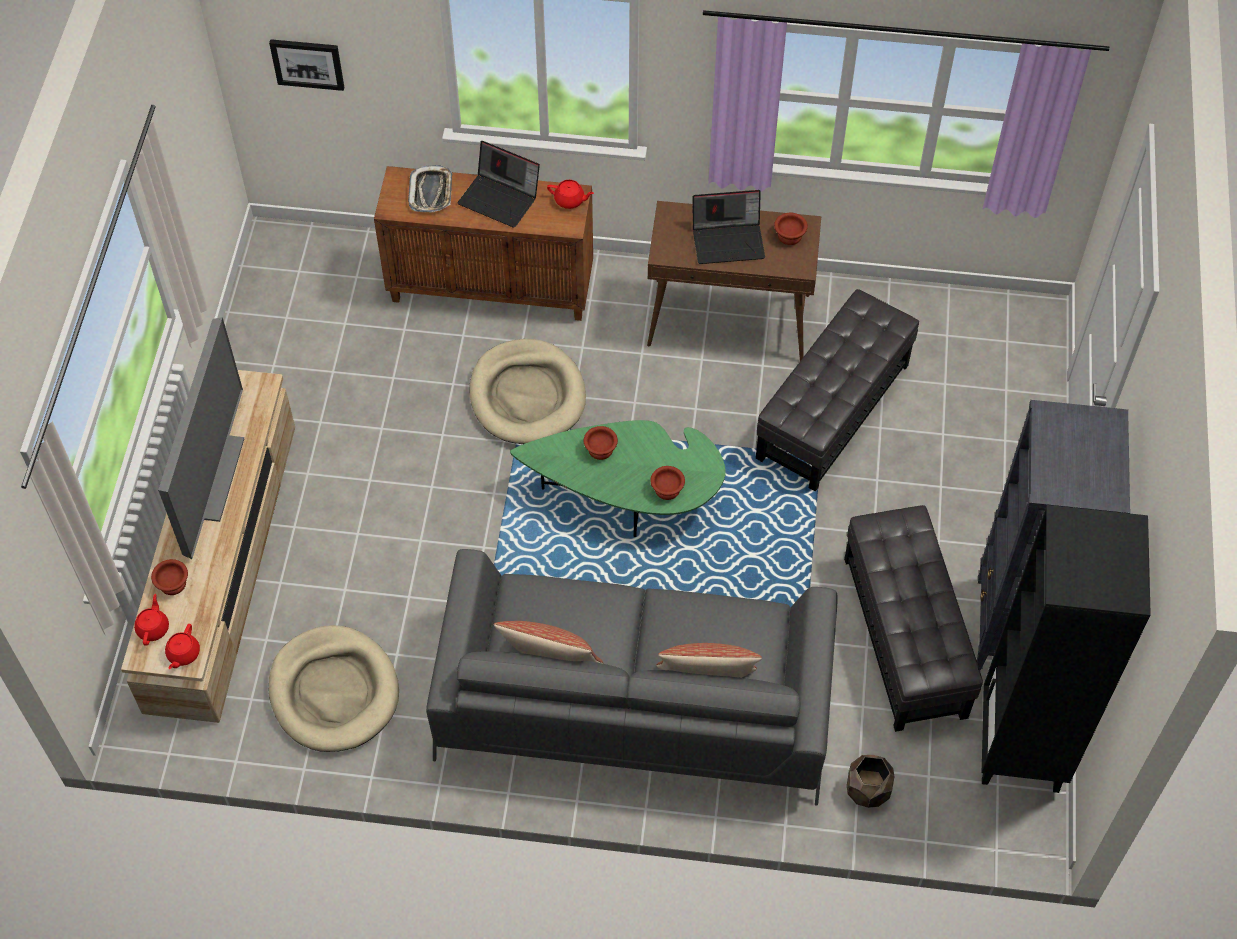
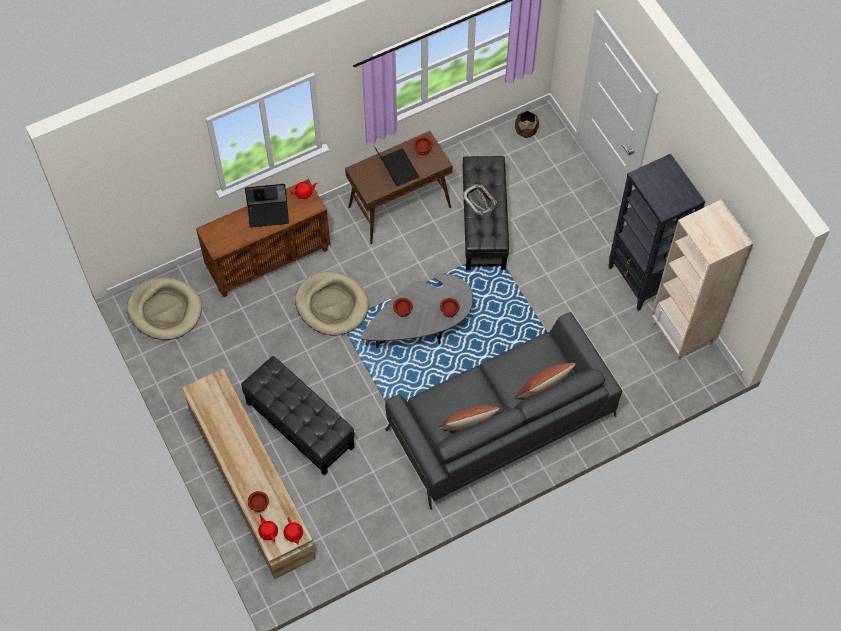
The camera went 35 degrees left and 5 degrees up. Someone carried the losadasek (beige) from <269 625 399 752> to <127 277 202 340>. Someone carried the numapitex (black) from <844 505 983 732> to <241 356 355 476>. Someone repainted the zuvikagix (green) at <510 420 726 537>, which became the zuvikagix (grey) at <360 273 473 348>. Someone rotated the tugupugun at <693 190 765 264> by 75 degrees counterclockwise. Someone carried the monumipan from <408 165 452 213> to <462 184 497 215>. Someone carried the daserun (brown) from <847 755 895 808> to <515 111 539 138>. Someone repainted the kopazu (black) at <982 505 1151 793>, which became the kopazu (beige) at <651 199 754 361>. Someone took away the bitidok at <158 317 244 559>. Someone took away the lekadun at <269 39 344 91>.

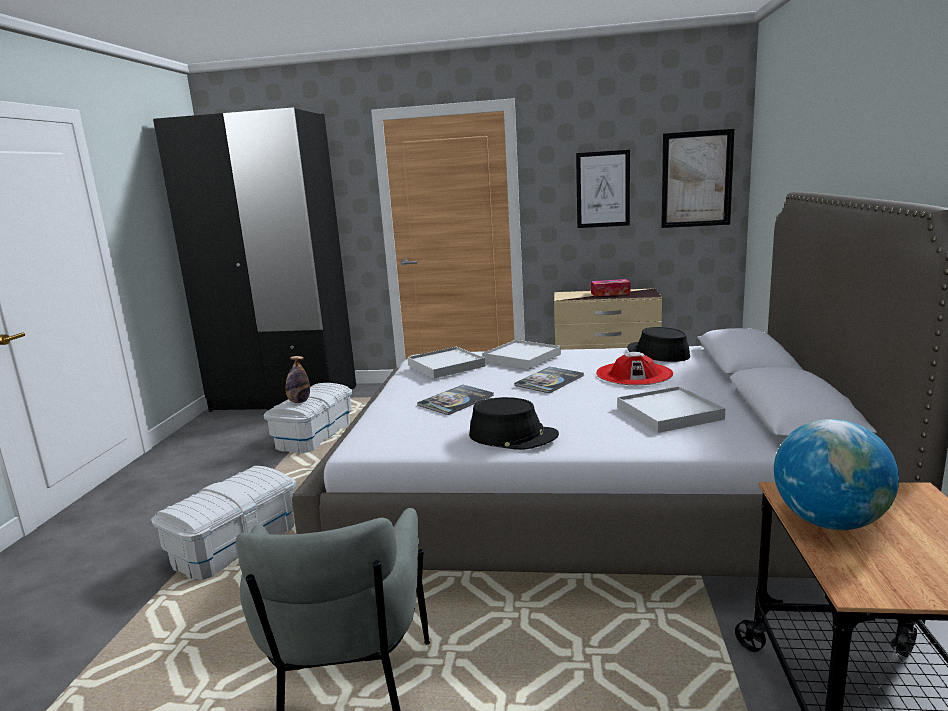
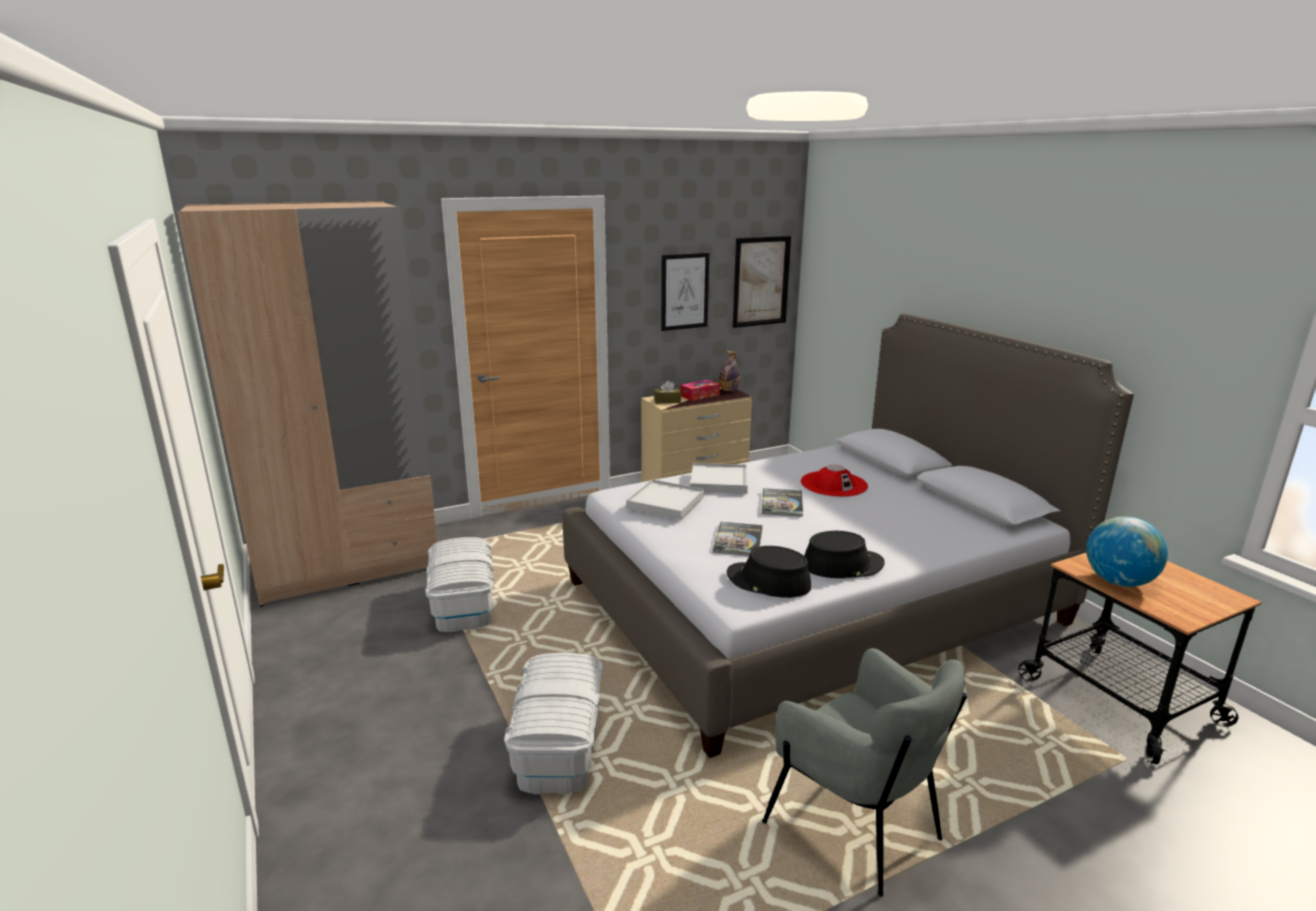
The camera went 35 degrees left and 5 degrees up. Someone repainted the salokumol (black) at <153 107 356 412>, which became the salokumol (beige) at <177 201 437 607>. Someone put down the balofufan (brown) at <654 381 681 404>. Someone carried the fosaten from <286 356 310 403> to <719 351 740 391>. Someone carried the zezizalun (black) from <627 327 690 362> to <727 546 811 598>. Someone took away the monumipan (white) at <617 386 725 433>.

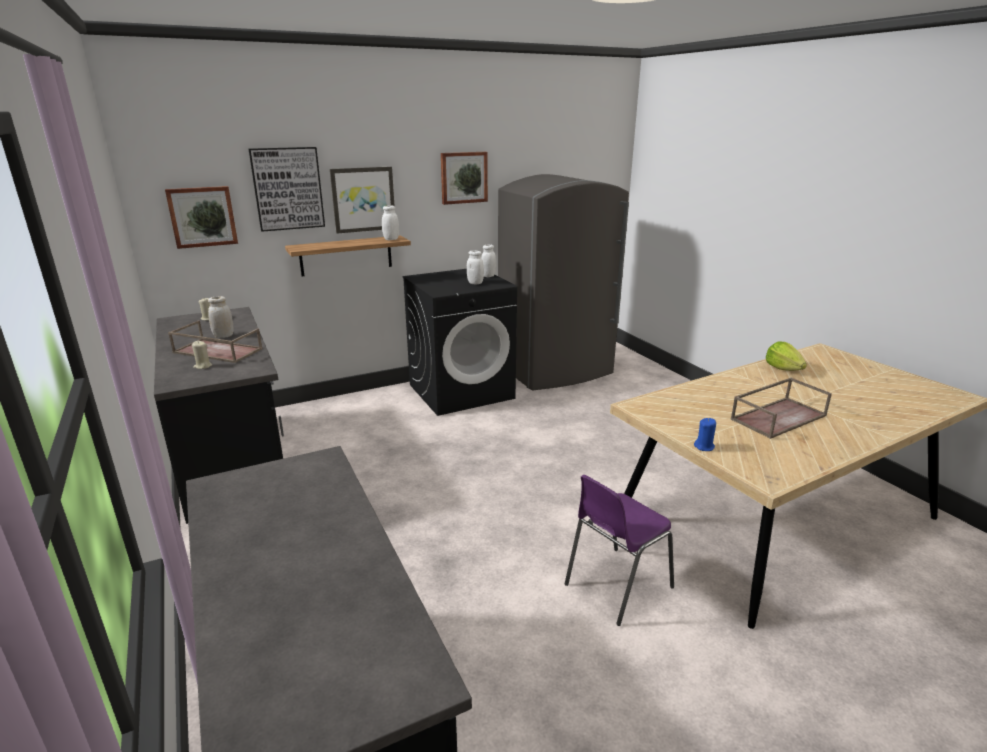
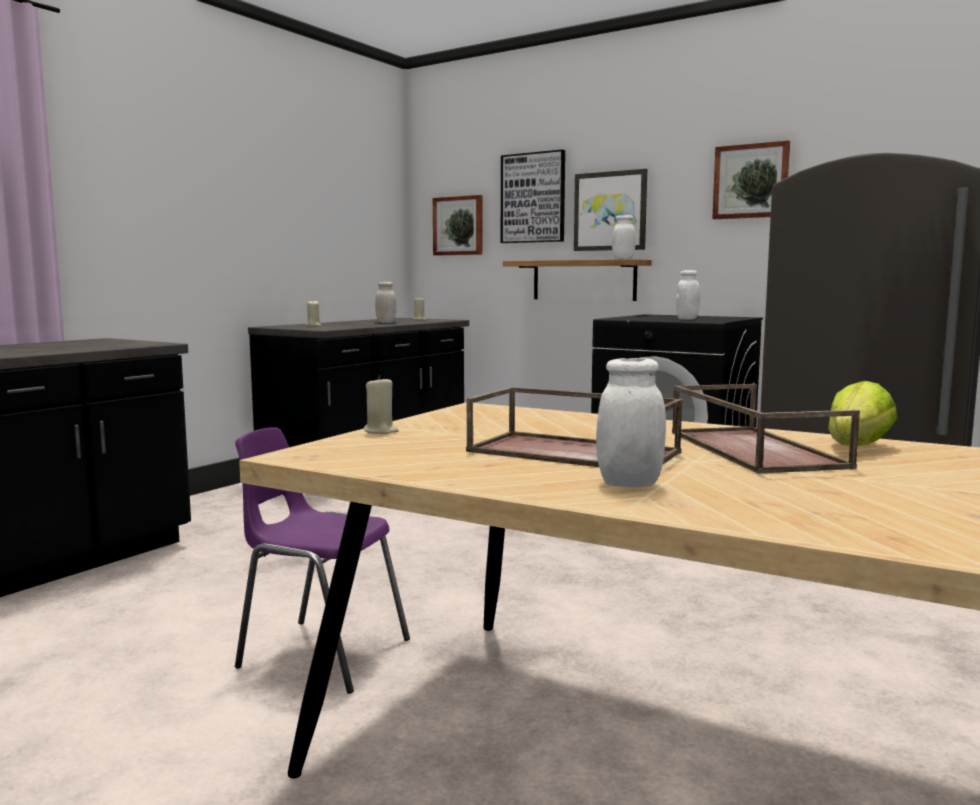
The camera went 60 degrees right and 15 degrees down. Someone repainted the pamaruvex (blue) at <694 418 716 451>, which became the pamaruvex (beige) at <364 376 399 434>. Someone carried the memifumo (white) from <481 244 496 277> to <596 358 666 488>. Someone carried the monumipan (brown) from <168 320 263 363> to <672 384 860 474>.

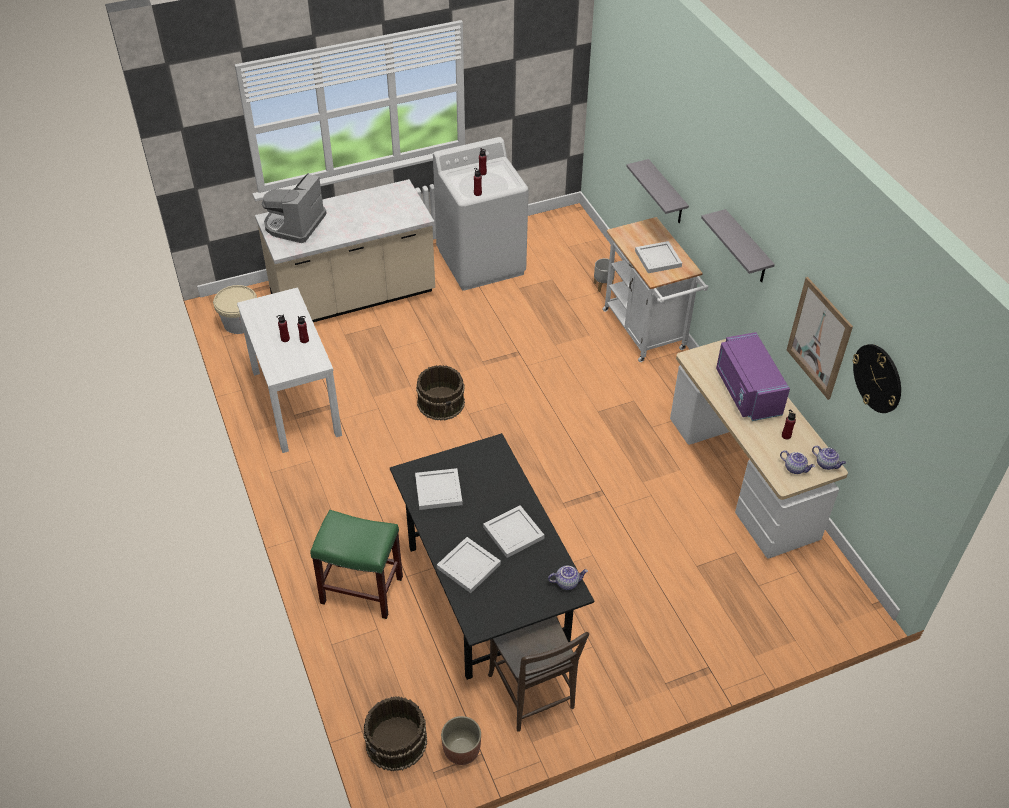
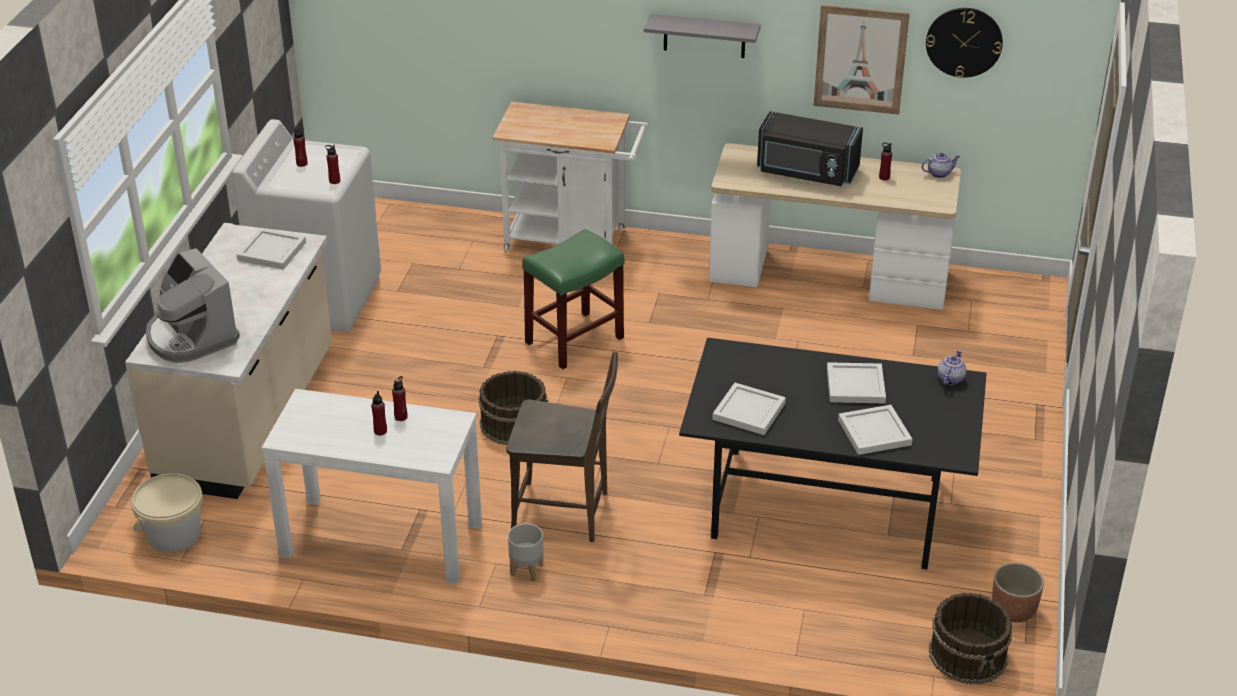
The camera went 55 degrees left and 10 degrees down. Someone carried the monumipan (white) from <635 241 682 273> to <237 228 306 270>. Someone carried the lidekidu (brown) from <488 616 589 732> to <506 351 618 542>. Someone carried the daserun (grey) from <594 258 615 292> to <508 523 544 581>. Someone carried the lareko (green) from <310 510 403 619> to <522 229 624 369>. Someone repainted the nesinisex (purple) at <716 332 790 421>, which became the nesinisex (black) at <757 111 863 186>. Someone took away the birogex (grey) at <626 159 689 223>. Someone took away the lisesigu at <780 450 815 474>.

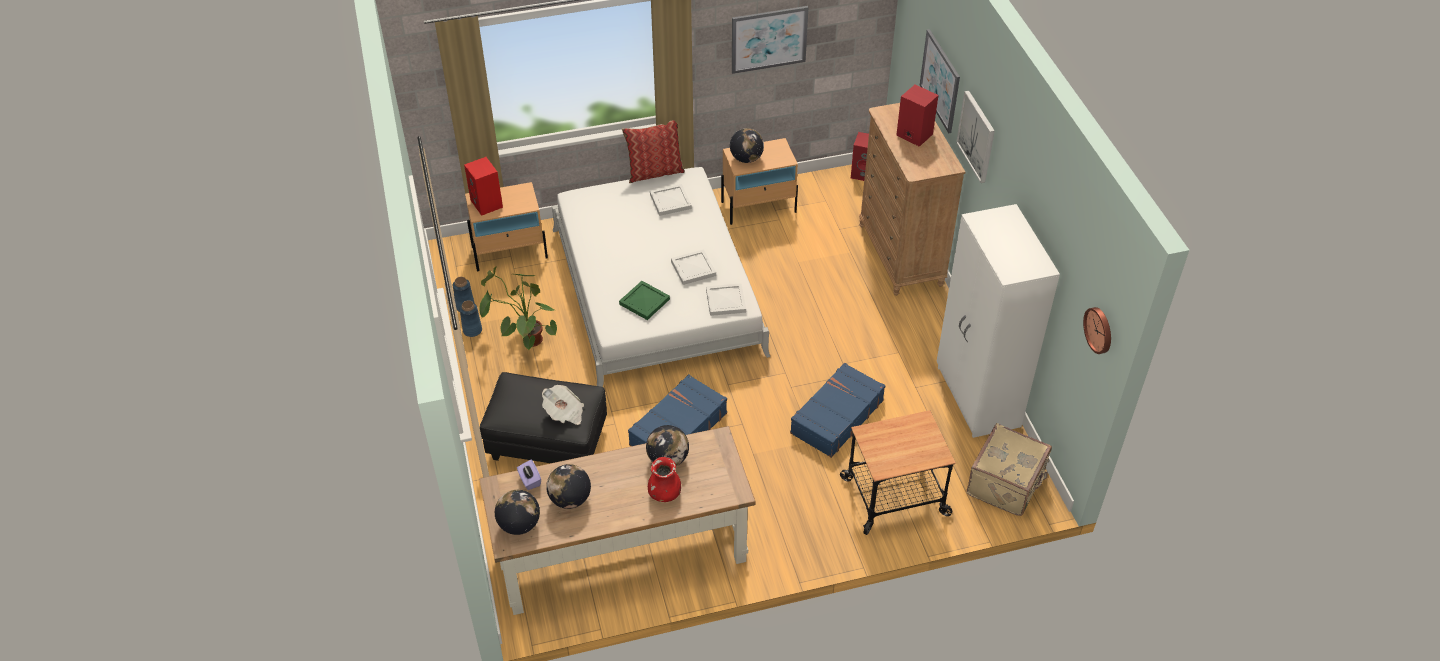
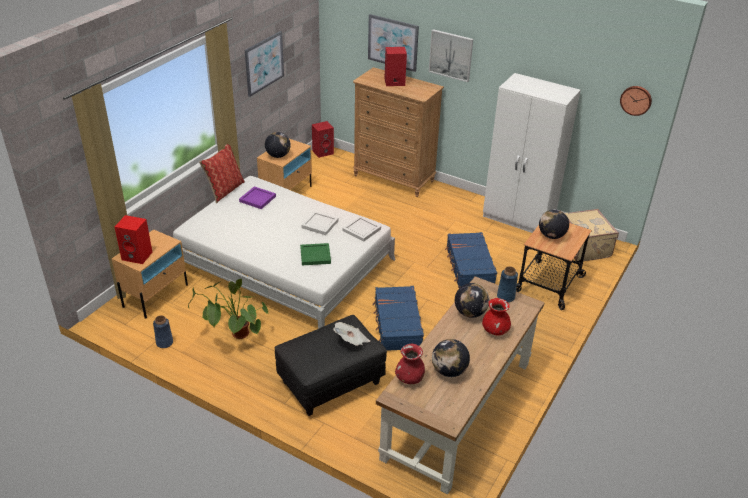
The camera went 45 degrees left and 10 degrees down. Someone repainted the monumipan (white) at <650 184 692 216>, which became the monumipan (purple) at <239 186 276 209>. Someone swapped the balofufan (purple) at <517 460 541 490> for the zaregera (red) at <395 344 425 384>. Someone carried the zaregera (blue) from <460 300 482 337> to <497 266 518 302>. Someone carried the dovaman from <495 490 540 535> to <539 209 569 239>.

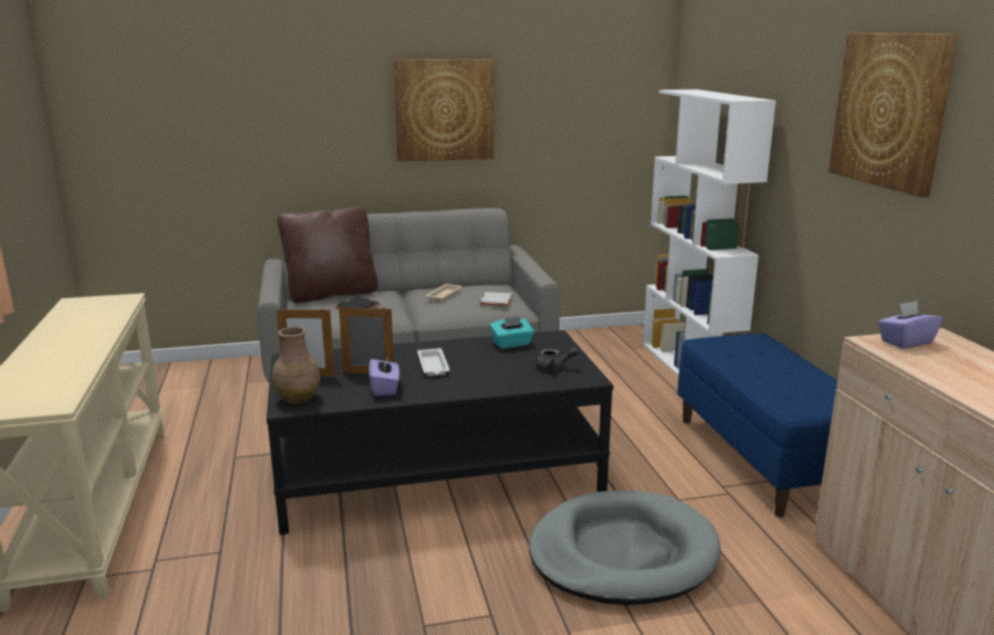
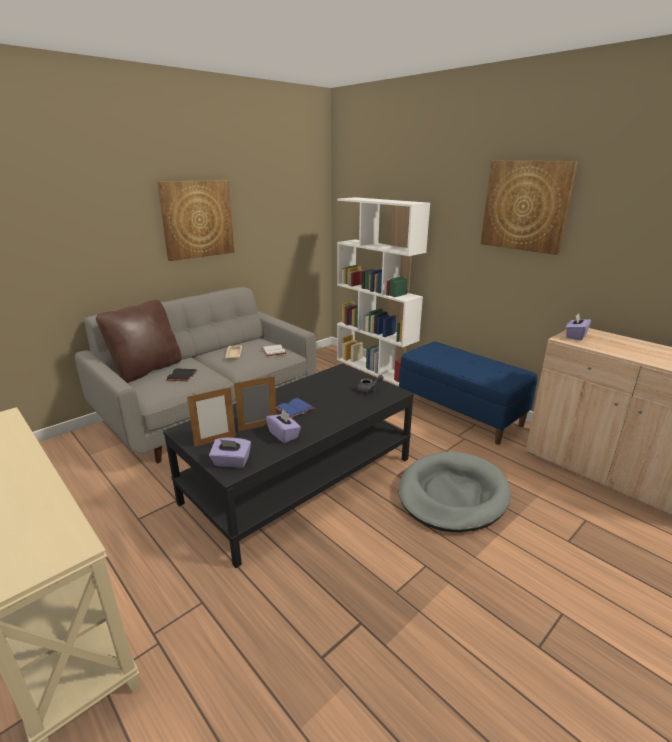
The camera went 30 degrees left and 5 degrees up. Someone swapped the zaregera (brown) at <272 327 320 404> for the balofufan (purple) at <209 438 251 468>. Someone swapped the monumipan (white) at <417 348 450 376> for the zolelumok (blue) at <276 398 315 419>. Someone took away the balofufan (turquoise) at <490 316 534 349>.

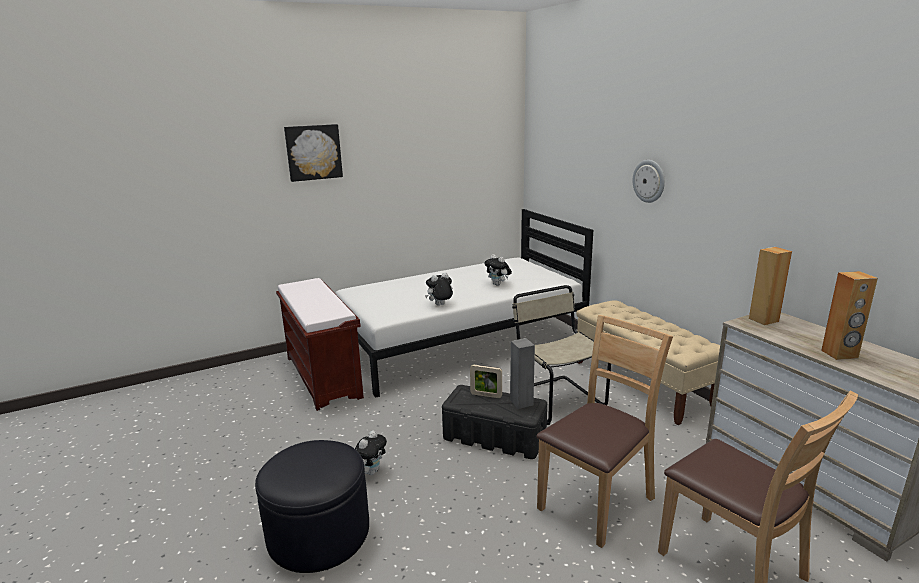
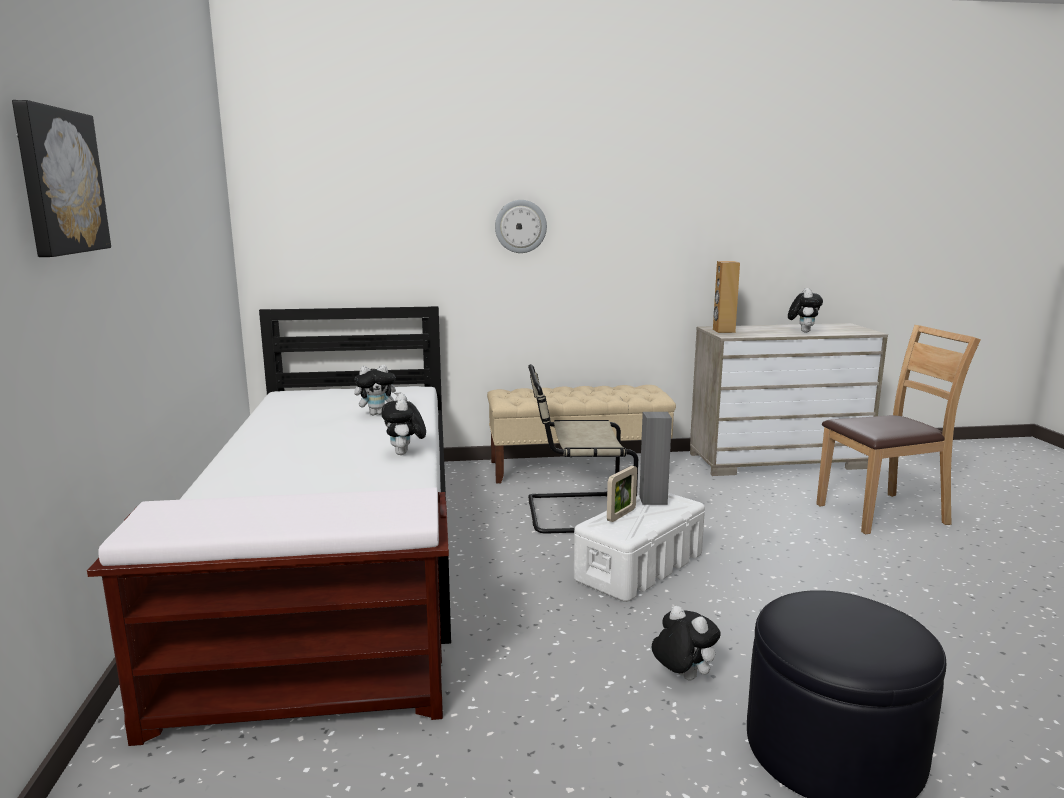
The camera went 70 degrees left and 5 degrees down. Someone repainted the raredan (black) at <442 385 547 459>, which became the raredan (white) at <574 493 705 602>. Someone swapped the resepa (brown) at <821 271 878 360> for the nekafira at <788 288 823 332>. Someone took away the lidekidu (brown) at <537 315 673 548>.

